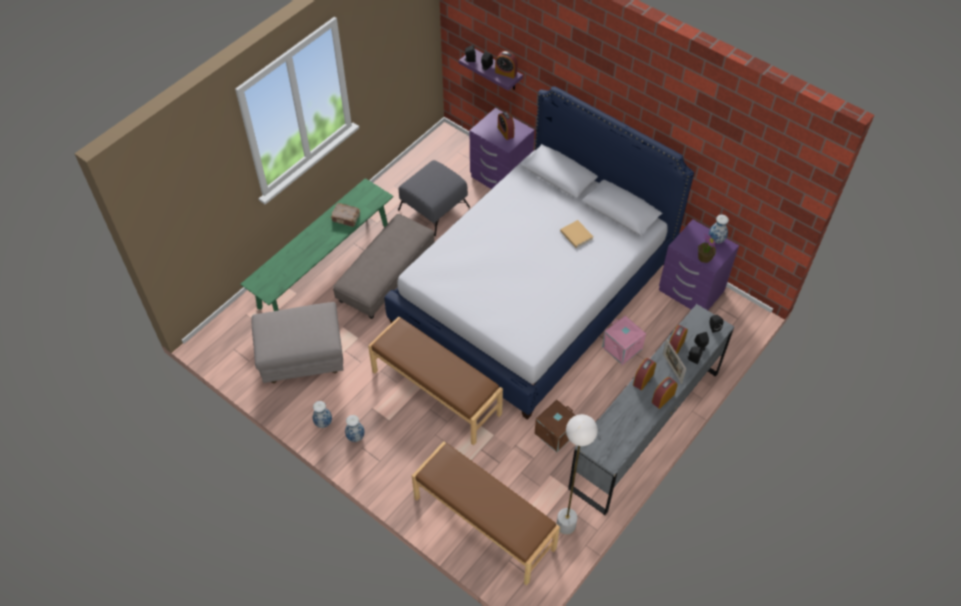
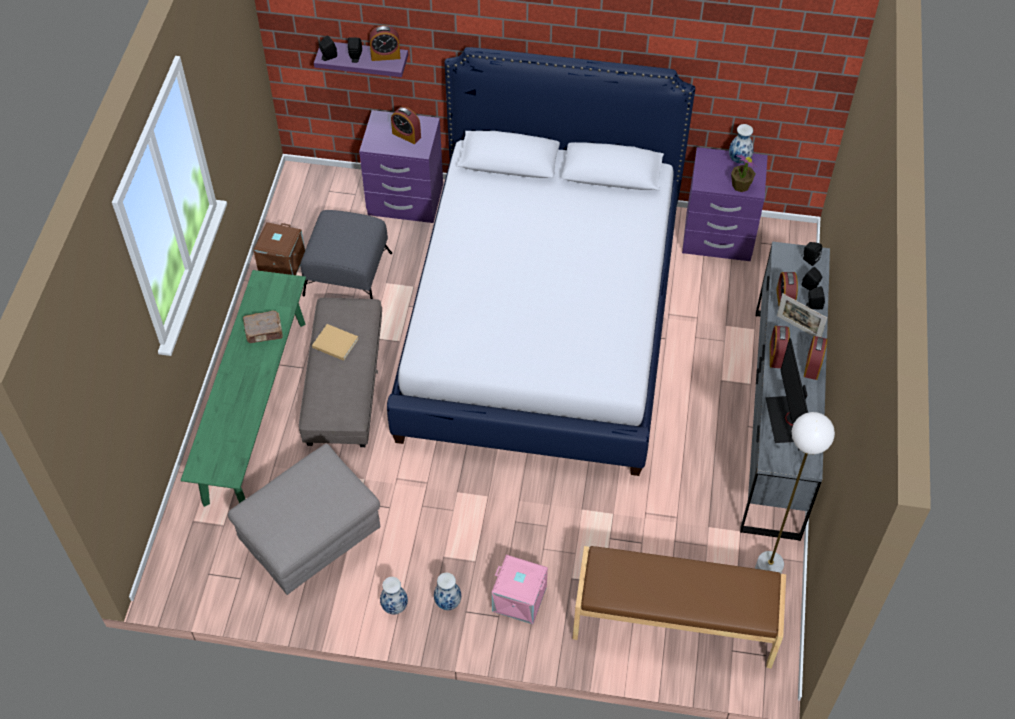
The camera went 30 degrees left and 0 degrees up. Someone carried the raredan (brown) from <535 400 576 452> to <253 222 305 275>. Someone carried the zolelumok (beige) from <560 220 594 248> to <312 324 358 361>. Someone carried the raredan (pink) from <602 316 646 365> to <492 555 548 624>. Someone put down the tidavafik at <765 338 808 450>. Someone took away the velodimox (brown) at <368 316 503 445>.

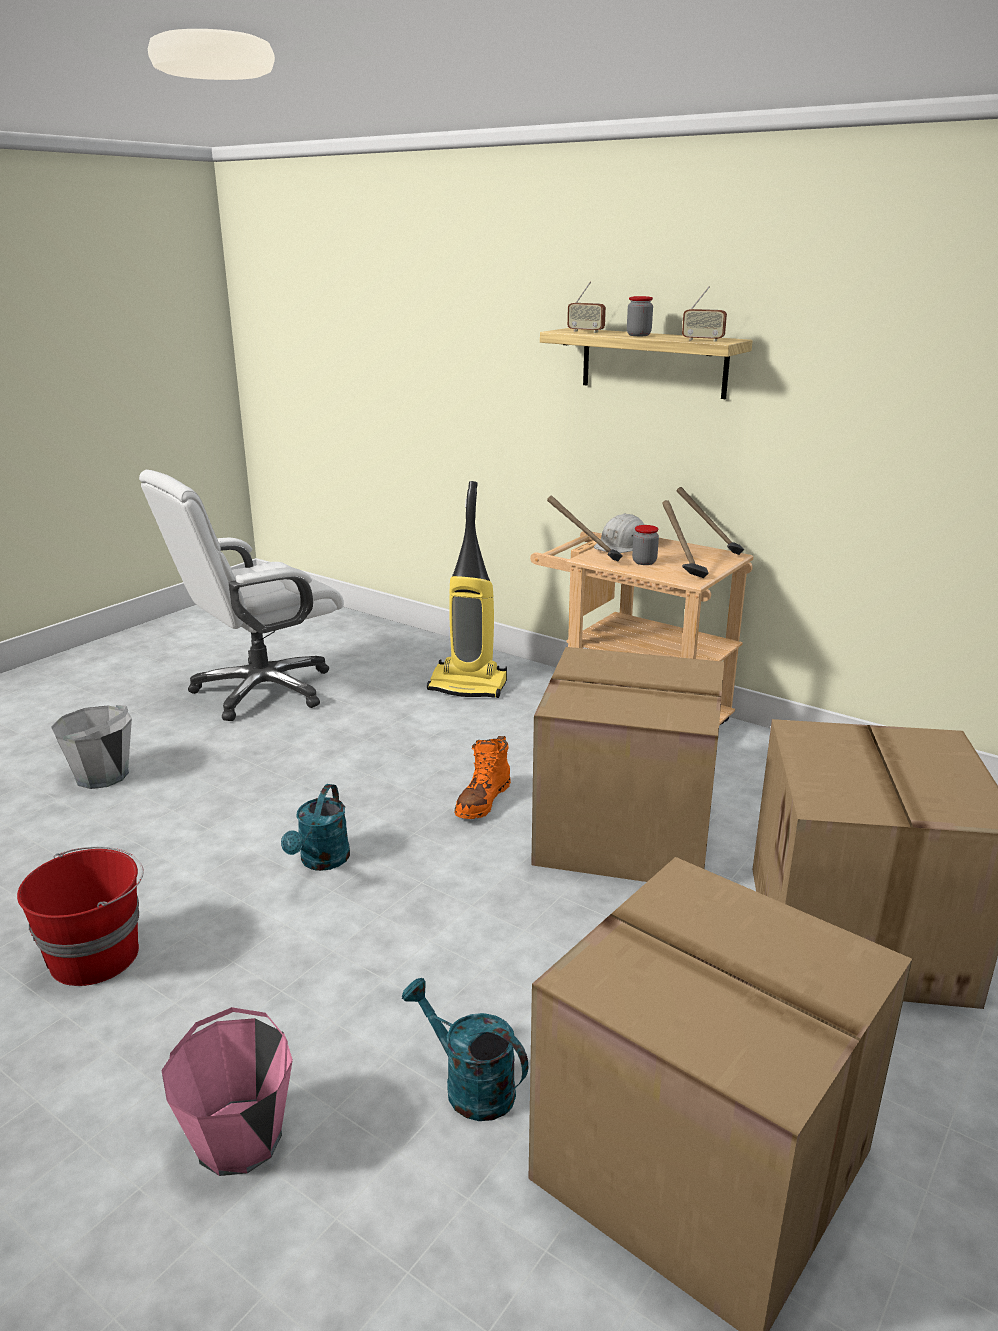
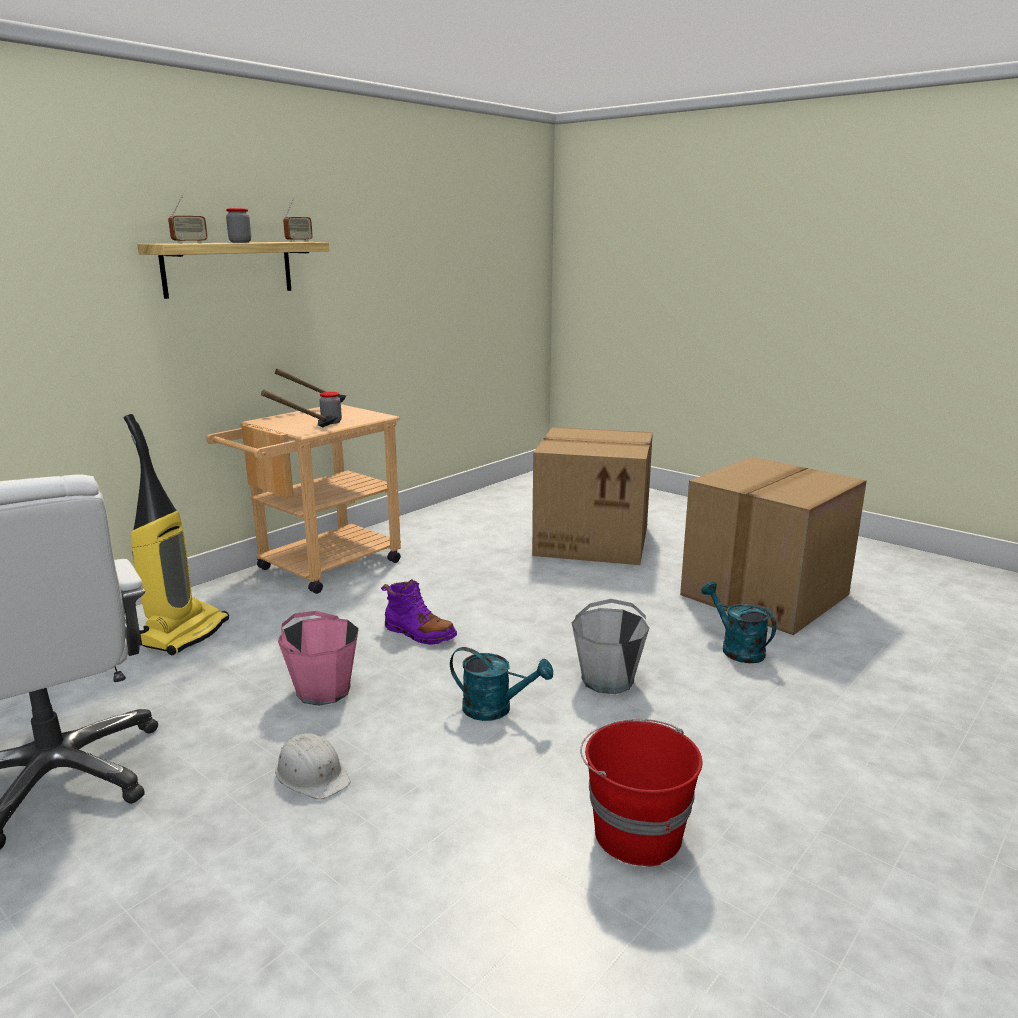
The camera went 85 degrees left and 5 degrees down. Someone carried the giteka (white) from <594 513 644 553> to <275 733 351 799>. Someone carried the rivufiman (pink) from <162 1007 293 1176> to <278 611 359 706>. Someone repainted the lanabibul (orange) at <454 736 511 819>, which became the lanabibul (purple) at <381 579 457 645>. Someone carried the rivufiman (grey) from <51 705 132 789> to <571 599 649 694>. Someone rotated the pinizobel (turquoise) at <402 978 528 1121> by 105 degrees clockwise. Someone took away the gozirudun at <531 647 724 882>. Someone took away the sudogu at <662 500 709 578>.

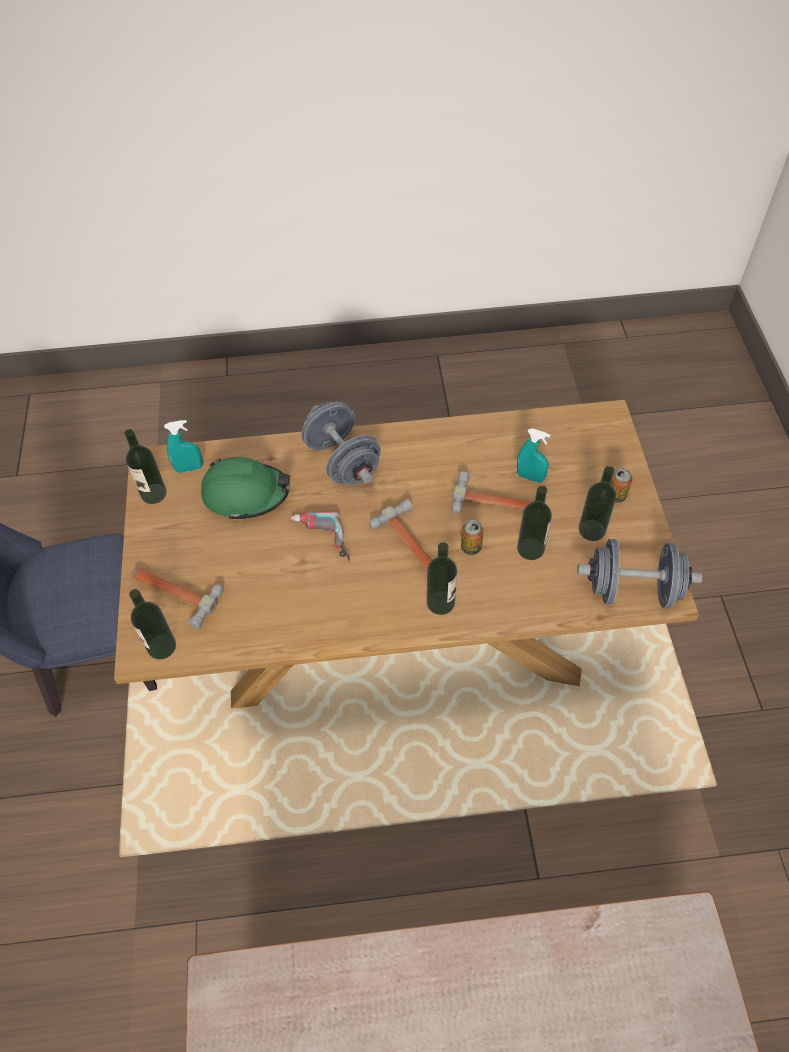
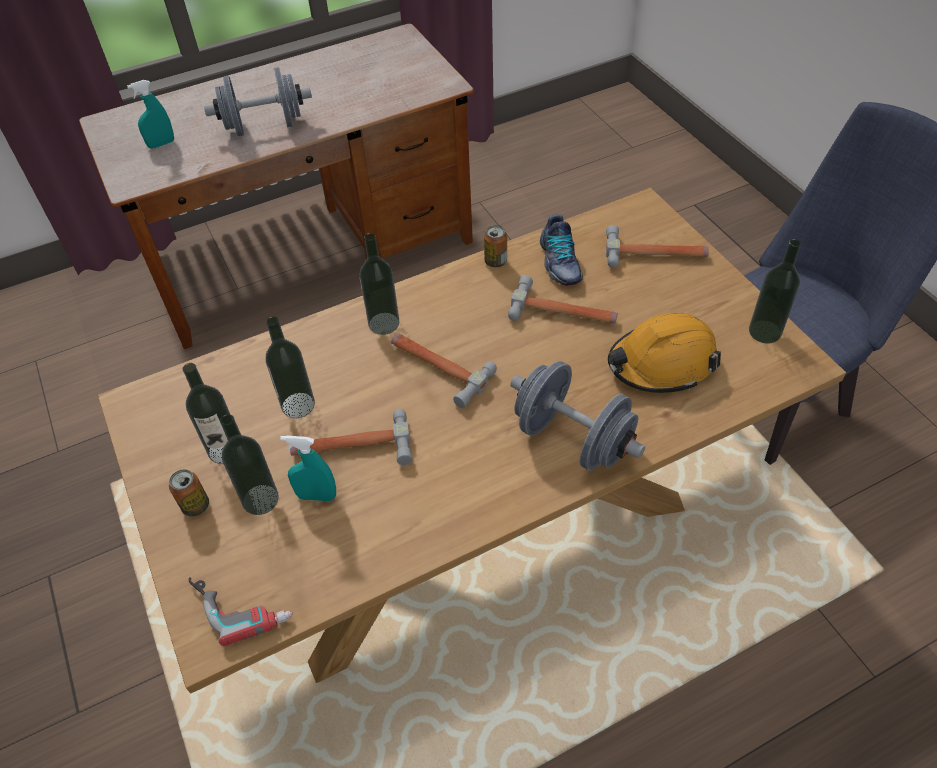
The camera went 160 degrees right and 5 degrees down. Someone carried the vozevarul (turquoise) from <164 420 203 473> to <127 80 174 149>. Someone carried the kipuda from <291 512 350 561> to <189 577 292 646>. Someone carried the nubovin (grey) from <577 539 702 609> to <204 67 312 136>. Someone carried the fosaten from <129 589 176 659> to <220 414 279 515>. Someone carried the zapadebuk from <461 520 484 555> to <484 225 507 267>. Someone put down the sudogu at <508 275 618 324>. Someone put down the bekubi at <540 214 583 285>. Someone repainted the giteka (green) at <201 457 290 520>, which became the giteka (orange) at <608 313 721 393>.

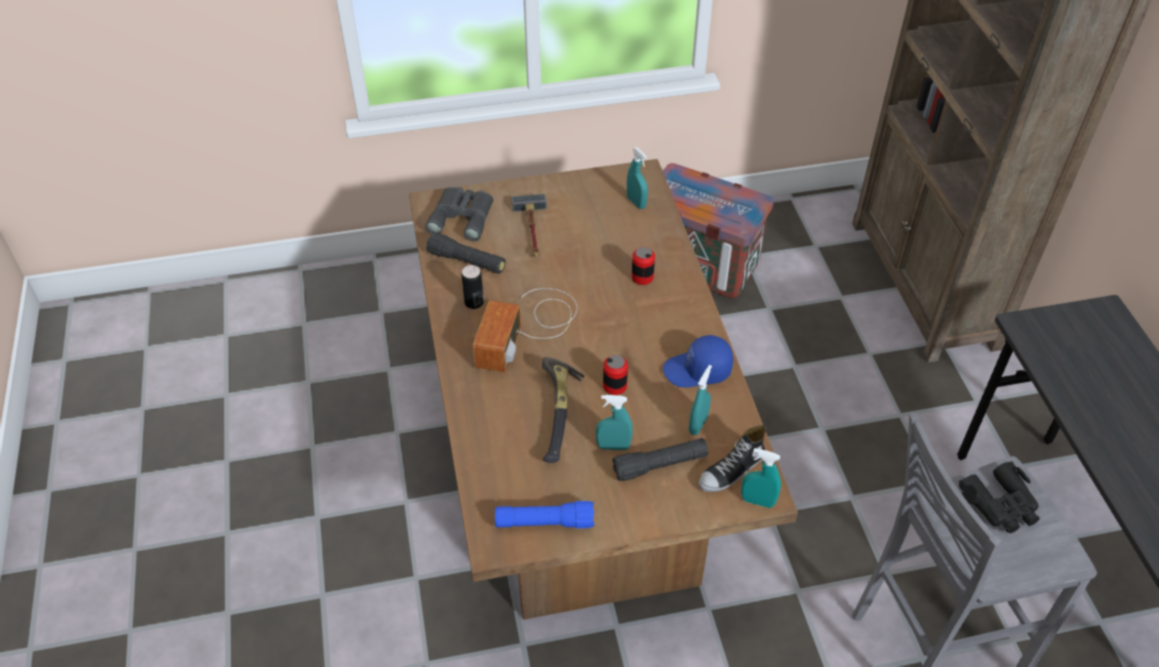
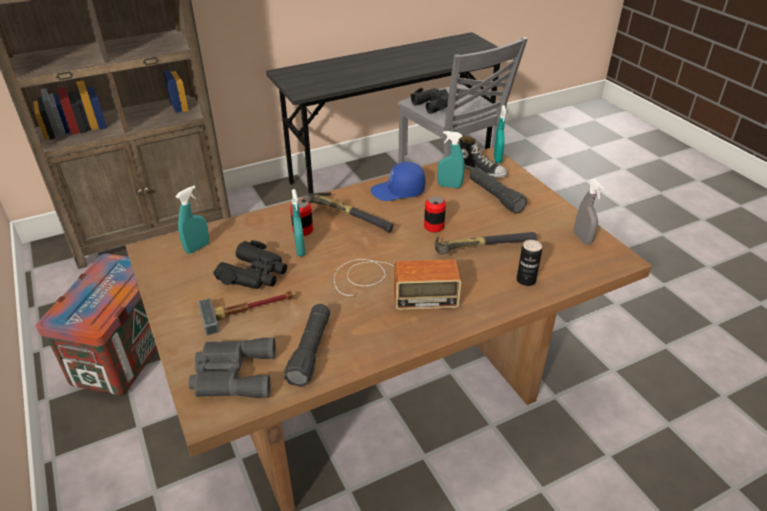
The camera went 105 degrees left and 10 degrees down. Someone put down the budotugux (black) at <213 240 287 289>. Someone carried the vozevarul (turquoise) from <596 395 633 450> to <292 189 305 256>. Someone put down the sudogu at <303 192 394 233>. Someone rotated the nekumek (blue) at <663 335 733 388> by 105 degrees clockwise. Someone carried the zapadebuk from <462 265 484 309> to <516 240 542 286>. Someone swapped the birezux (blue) at <495 501 595 528> for the vozevarul (grey) at <574 179 604 245>.

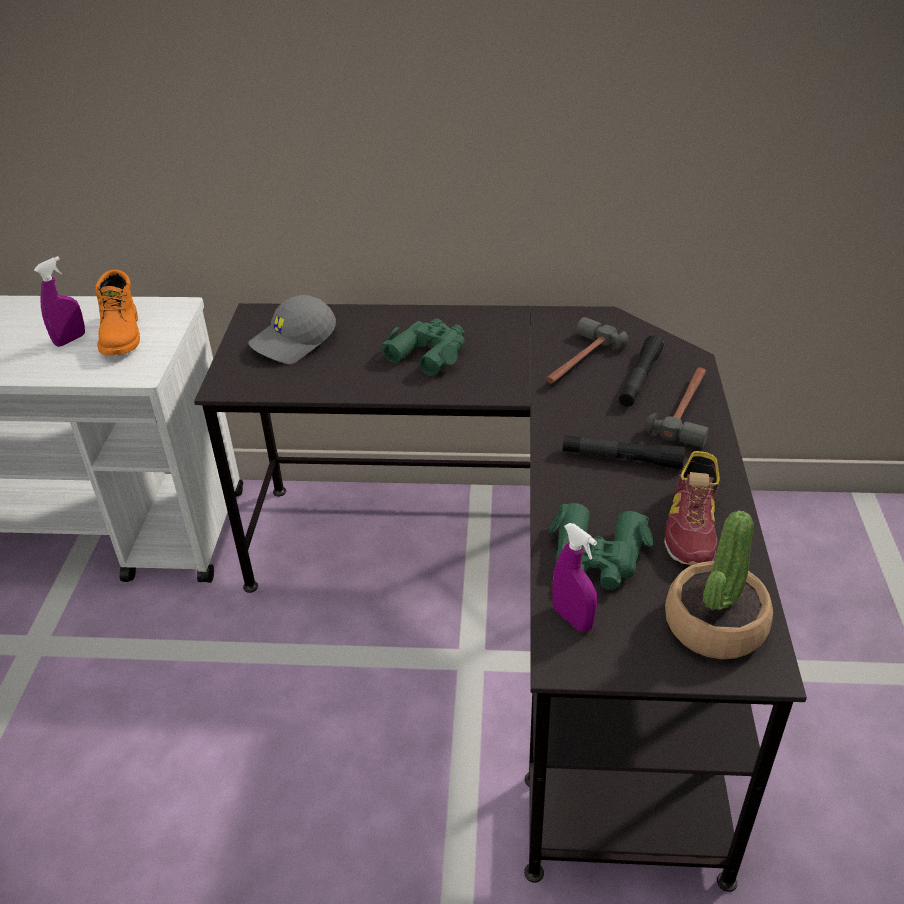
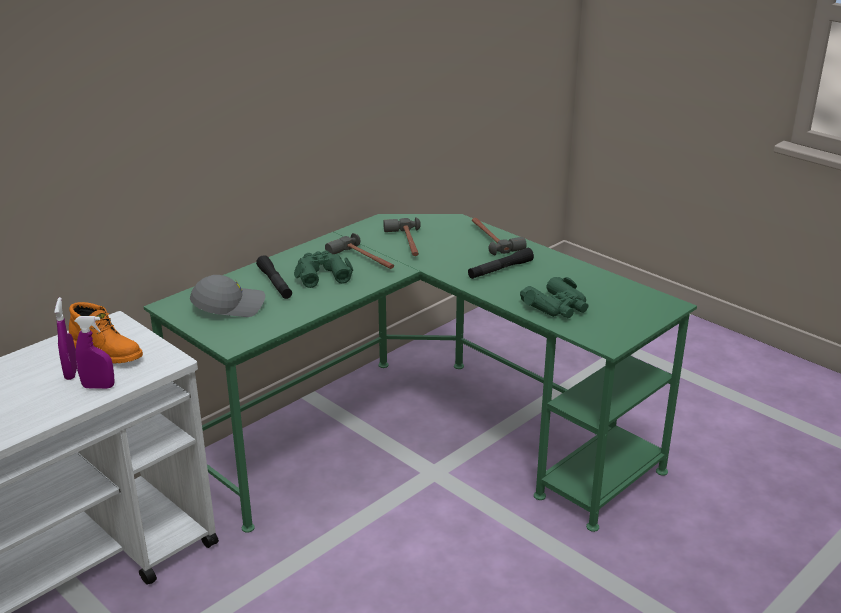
The camera went 50 degrees left and 10 degrees down. Someone carried the vozevarul (purple) from <552 523 597 632> to <75 316 114 389>. Someone repainted the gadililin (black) at <194 303 807 892>, which became the gadililin (green) at <144 214 697 533>. Someone rotated the nekumek (grey) at <248 295 336 364> by 105 degrees counterclockwise. Someone carried the birezux (black) from <619 335 664 407> to <256 255 292 299>. Someone put down the sudogu at <325 233 394 269>. Someone took away the bekubi at <664 451 720 565>. Someone took away the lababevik at <665 510 773 659>.

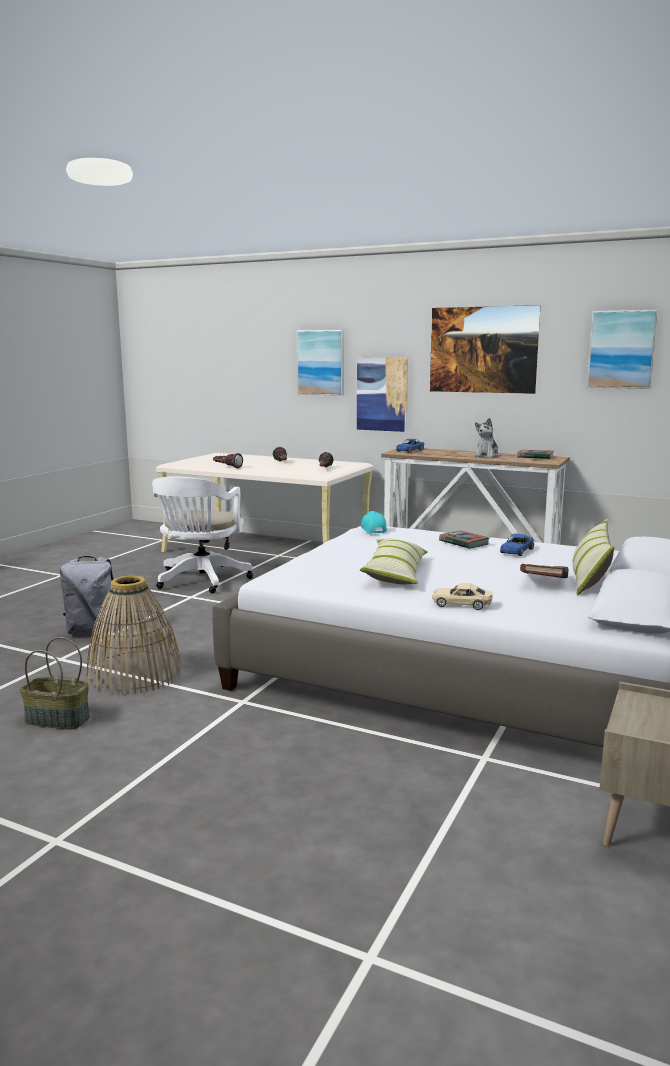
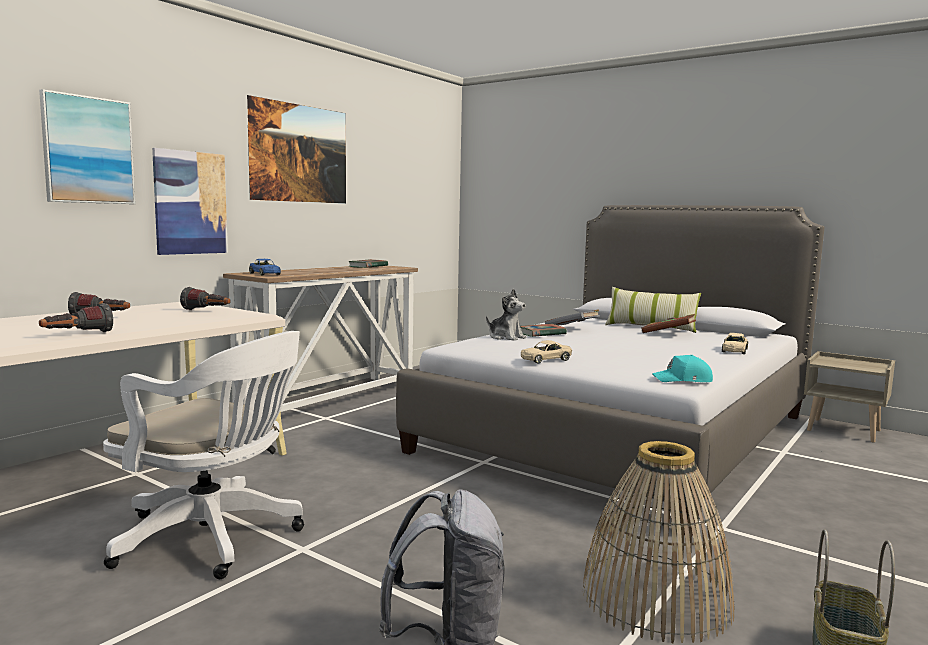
The camera went 80 degrees left and 5 degrees down. Someone carried the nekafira from <474 418 499 458> to <486 289 527 340>. Someone put down the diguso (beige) at <521 340 573 364>. Someone swapped the diguso (blue) at <500 533 534 556> for the zolelumok (grey) at <545 309 600 325>. Someone carried the nekumek (turquoise) from <361 511 387 533> to <652 355 713 382>. Someone took away the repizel at <360 539 428 585>. Someone took away the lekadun at <587 310 658 389>.

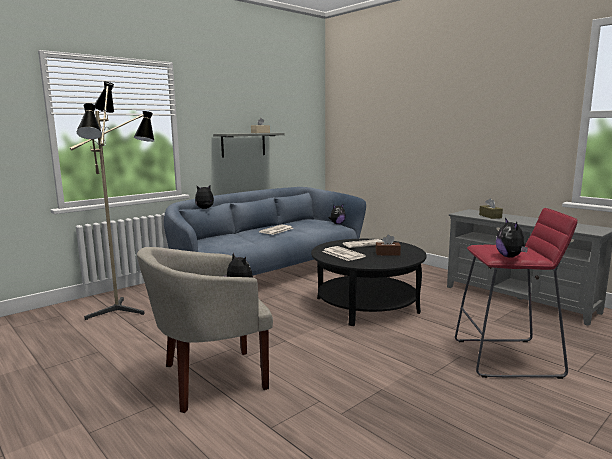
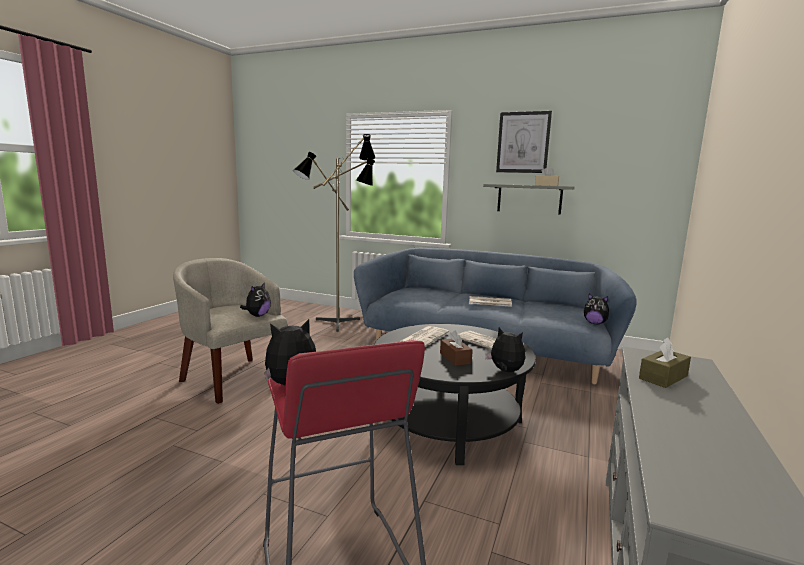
The camera went 65 degrees right and 0 degrees up. Someone carried the nekafira from <195 185 214 209> to <485 327 526 372>. Someone put up the lekadun at <496 111 552 173>.

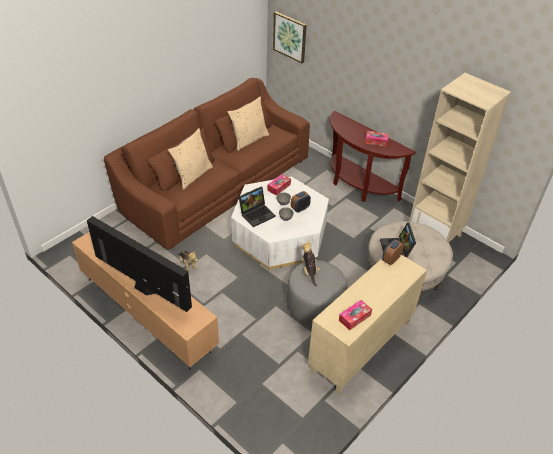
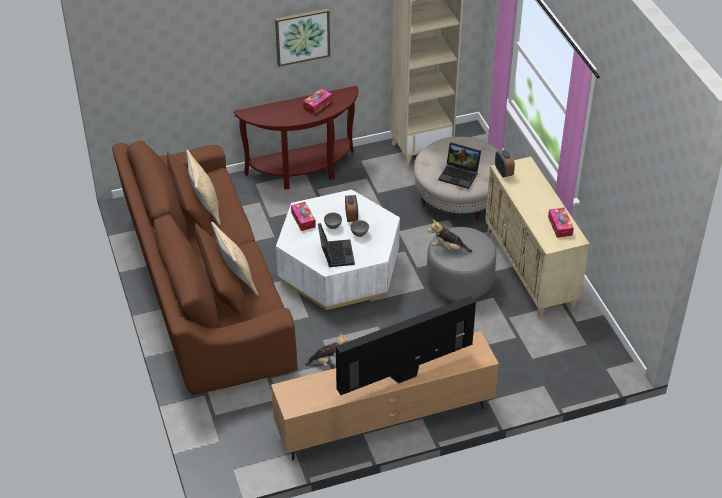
The camera went 60 degrees left and 0 degrees up. Someone carried the lekadun from <273 12 306 63> to <275 9 330 67>.

